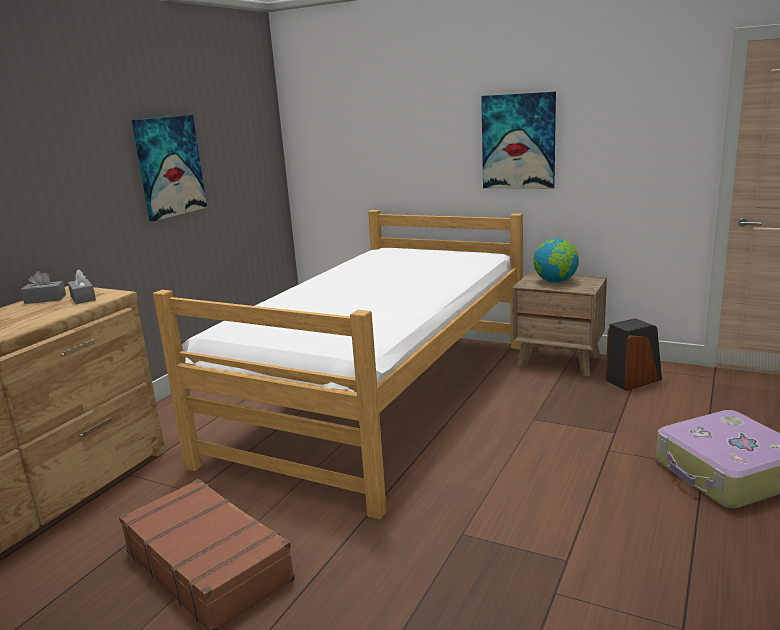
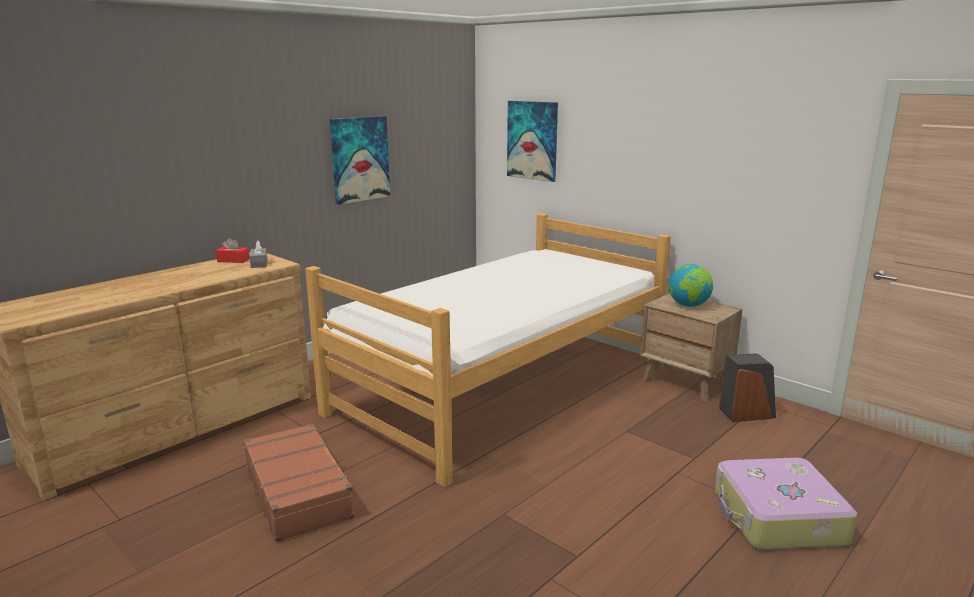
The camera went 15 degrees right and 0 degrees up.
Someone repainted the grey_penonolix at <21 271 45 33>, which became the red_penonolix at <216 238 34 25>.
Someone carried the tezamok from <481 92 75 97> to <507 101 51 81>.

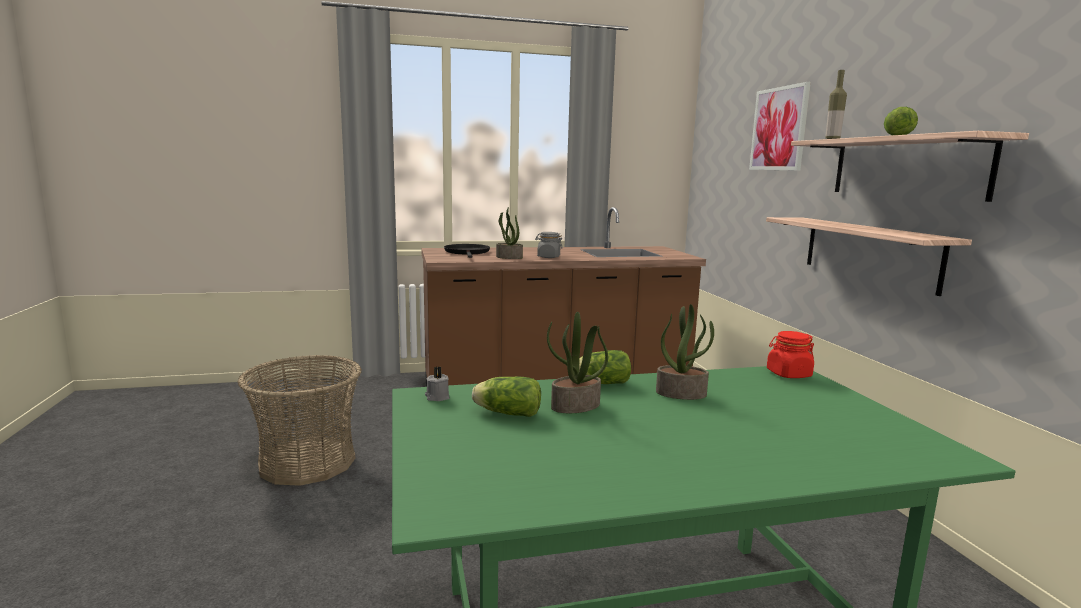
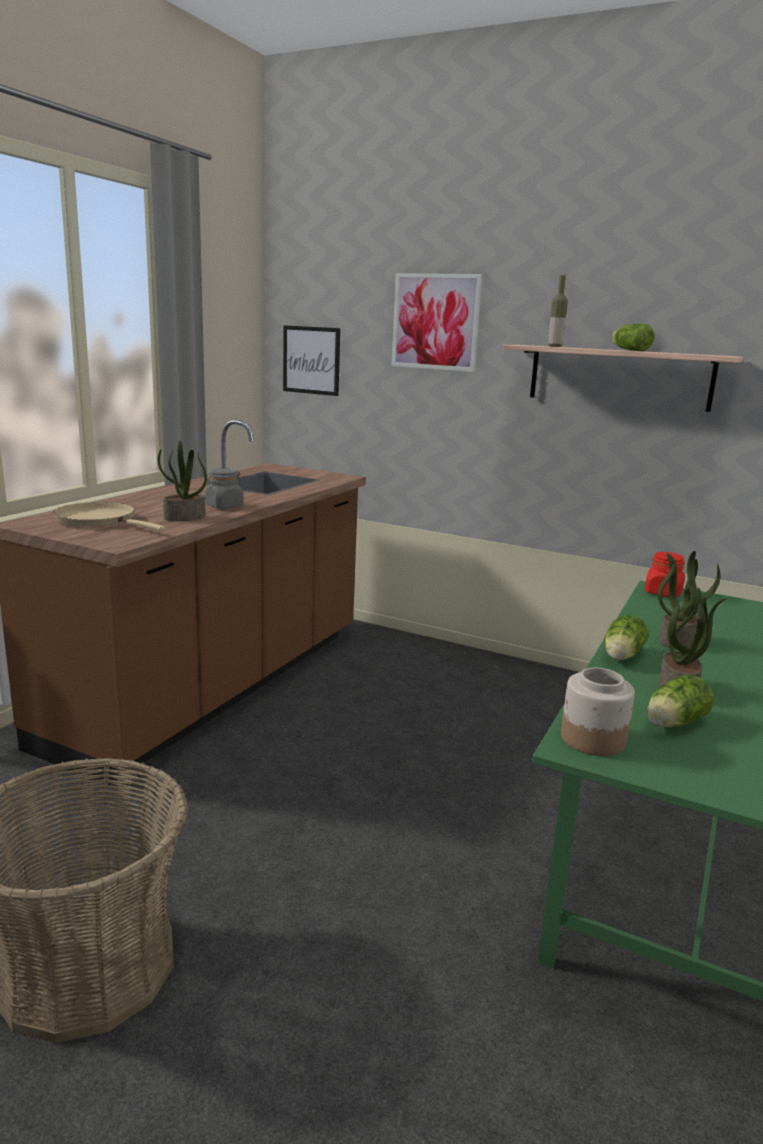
The camera went 50 degrees left and 5 degrees up.
Someone repainted the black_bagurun at <444 244 46 14>, which became the beige_bagurun at <53 502 112 29>.
Someone put up the tezamok at <283 325 57 71>.
Someone swapped the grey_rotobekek at <425 366 25 35> for the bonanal at <561 668 74 88>.
Someone took away the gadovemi at <766 217 206 79>.

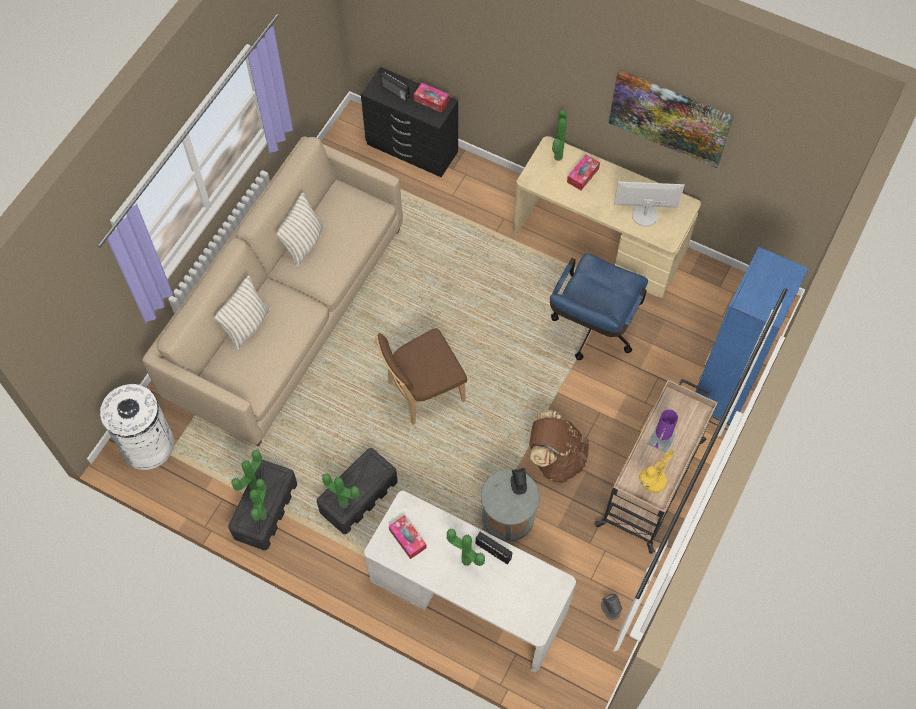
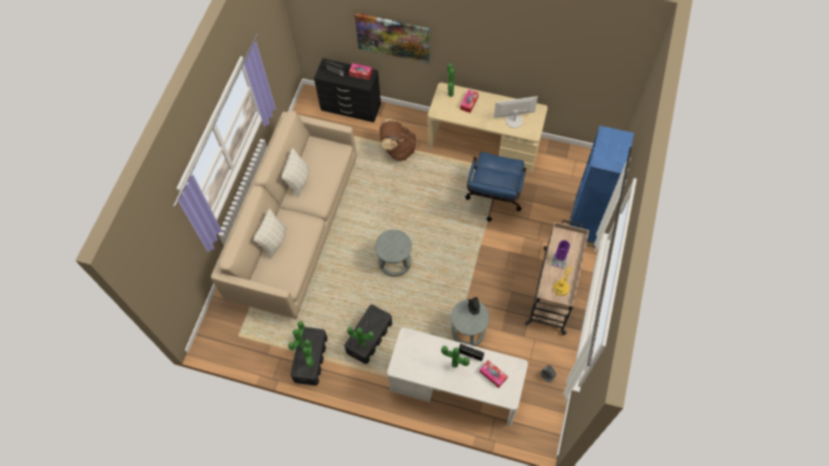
The camera went 10 degrees left and 0 degrees up.
Someone carried the tezamok from <609 69 125 99> to <354 13 76 51>.
Someone swapped the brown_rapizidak at <375 328 92 97> for the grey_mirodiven at <375 230 37 47>.
Someone carried the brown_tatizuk from <529 410 60 73> to <380 118 36 43>.
Someone carried the penonolix from <389 515 38 44> to <479 360 29 28>.
Someone took away the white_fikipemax at <100 384 74 86>.

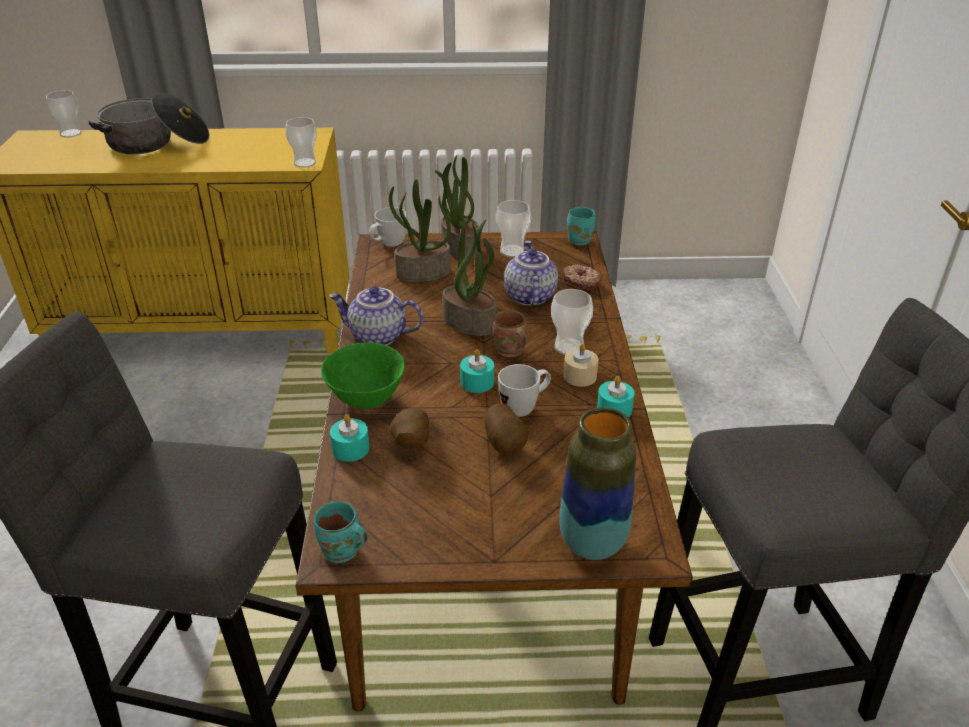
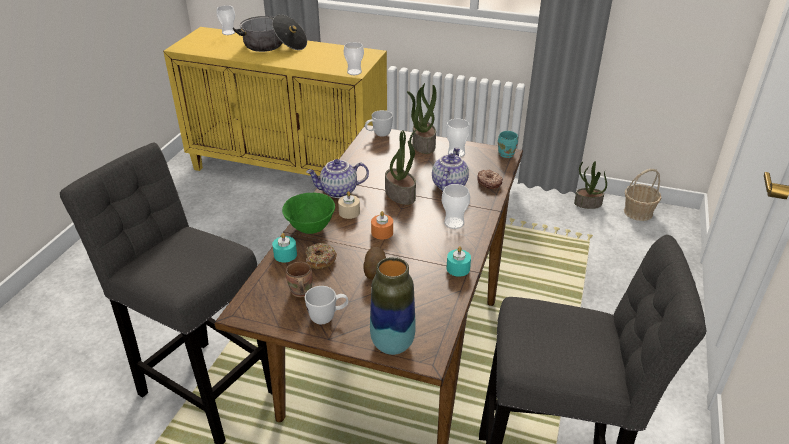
The camera went 20 degrees right and 0 degrees up.
Someone carried the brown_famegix from <493 310 34 47> to <286 262 27 35>.
Someone carried the white_famegix from <498 364 53 53> to <305 286 44 38>.
Someone rotated the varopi at <329 286 94 59> by 45 degrees counterclockwise.
Someone swapped the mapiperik at <390 407 39 41> for the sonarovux at <306 243 31 27>.
Someone carried the beige_rotobekek from <563 343 35 44> to <338 191 22 28>.
Someone repainted the turquoise_rotobekek at <460 349 34 44>, which became the orange_rotobekek at <371 211 22 29>.
Someone carried the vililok from <389 179 62 103> to <574 161 33 48>.
Someone put down the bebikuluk at <624 169 37 52>.
Someone took away the turquoise_famegix at <314 501 54 62>.

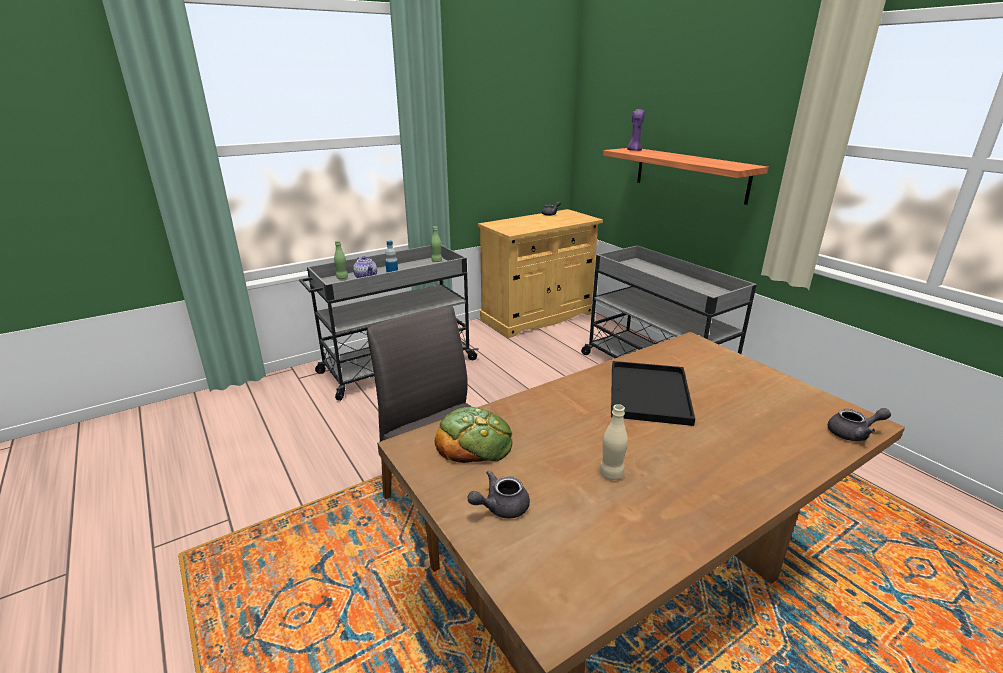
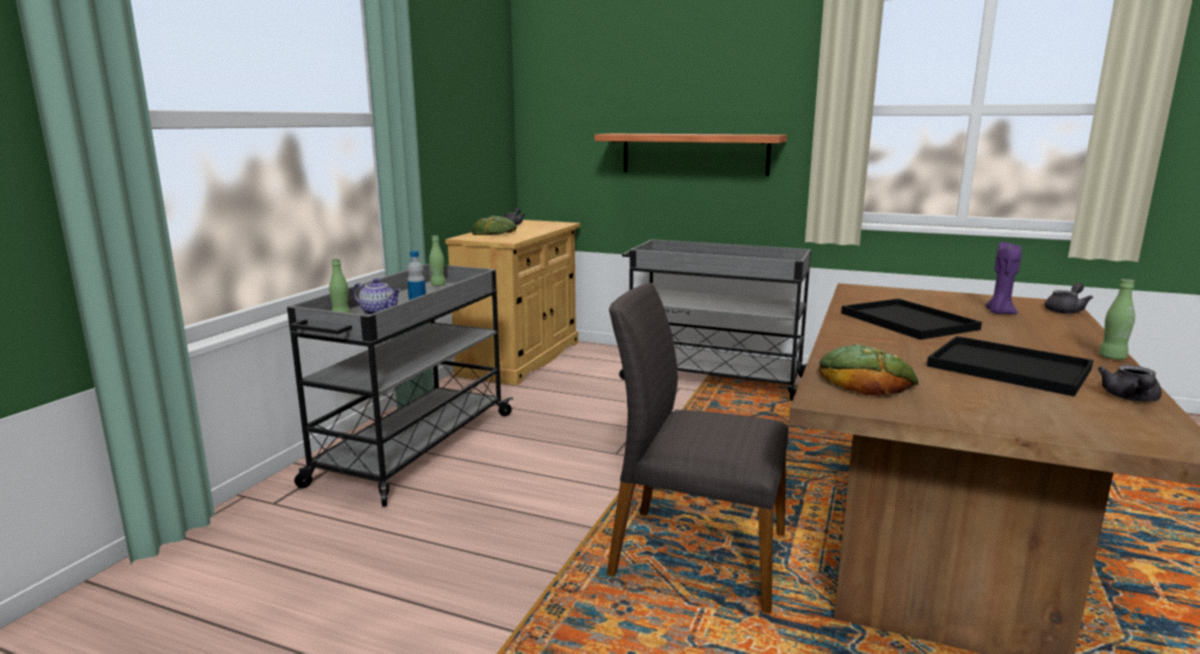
The camera went 35 degrees left and 10 degrees down.
Someone put down the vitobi at <472 216 45 19>.
Someone swapped the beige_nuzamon at <599 404 29 76> for the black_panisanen at <927 336 166 61>.
Someone carried the purple_rotobekek from <627 109 18 42> to <985 242 37 72>.
Someone carried the grey_varopi from <467 470 63 49> to <1098 365 64 37>.
Someone put down the green_nuzamon at <1099 279 36 81>.

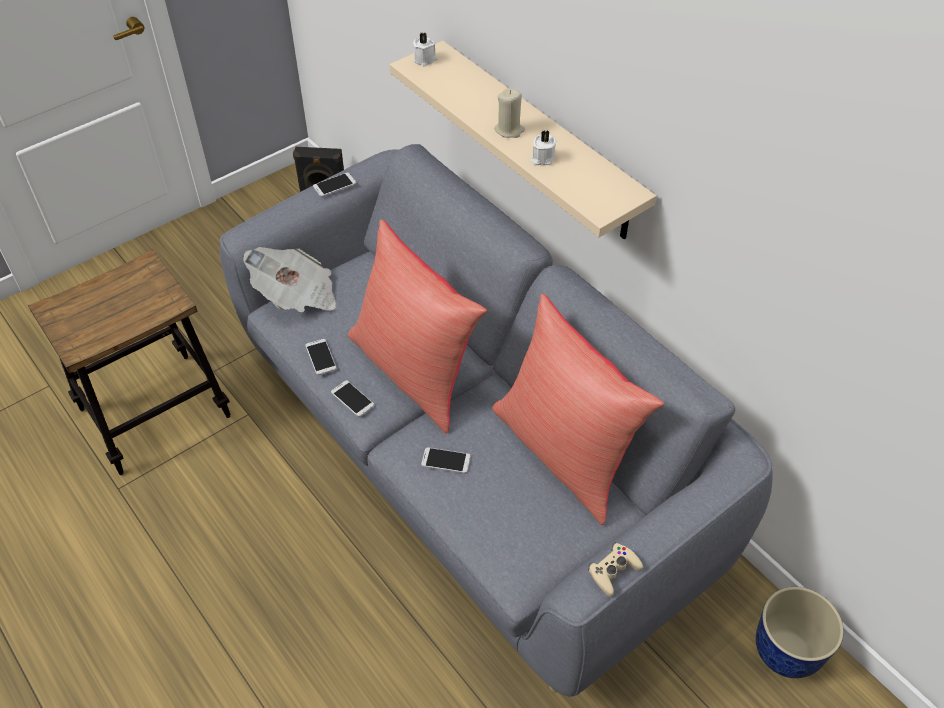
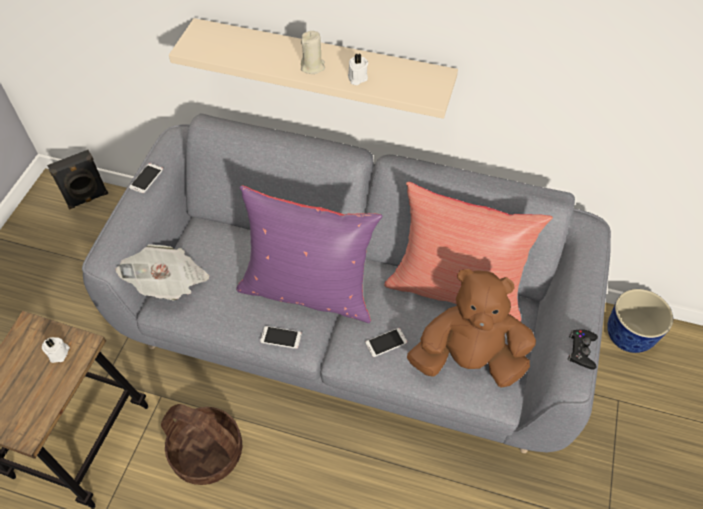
The camera went 35 degrees left and 5 degrees up.
Someone carried the white_rotobekek from <413 32 24 34> to <42 337 28 26>.
Someone put down the bebikuluk at <161 404 81 81>.
Someone repainted the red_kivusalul at <348 220 139 213>, which became the purple_kivusalul at <236 186 146 137>.
Someone put down the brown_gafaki at <407 269 129 118>.
Someone repainted the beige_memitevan at <588 543 55 54>, which became the black_memitevan at <567 329 31 41>.
Someone took away the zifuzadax at <306 339 31 36>.

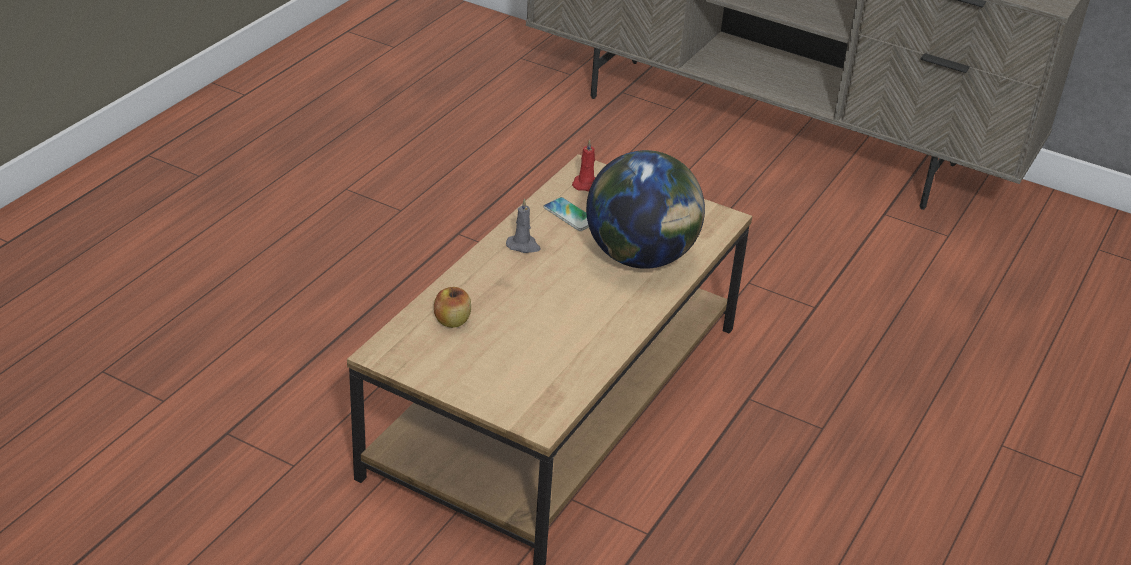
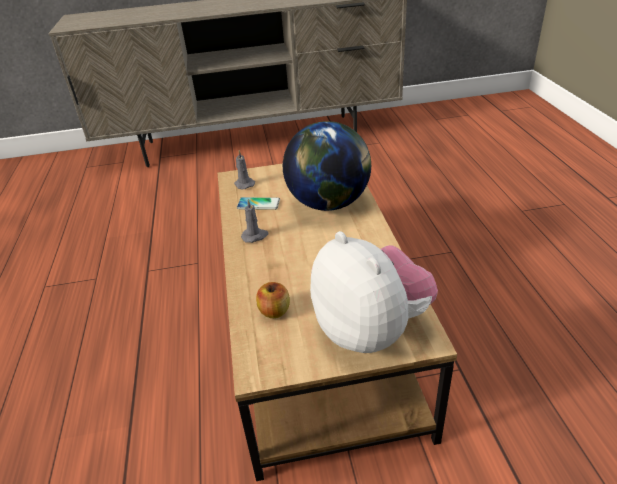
The camera went 35 degrees left and 0 degrees up.
Someone repainted the red_rotobekek at <572 139 24 52>, which became the grey_rotobekek at <234 150 21 39>.
Someone put down the gafaki at <310 231 128 122>.

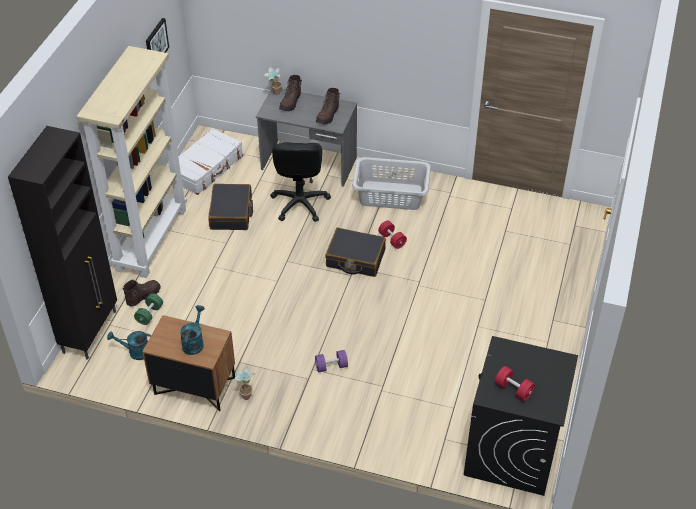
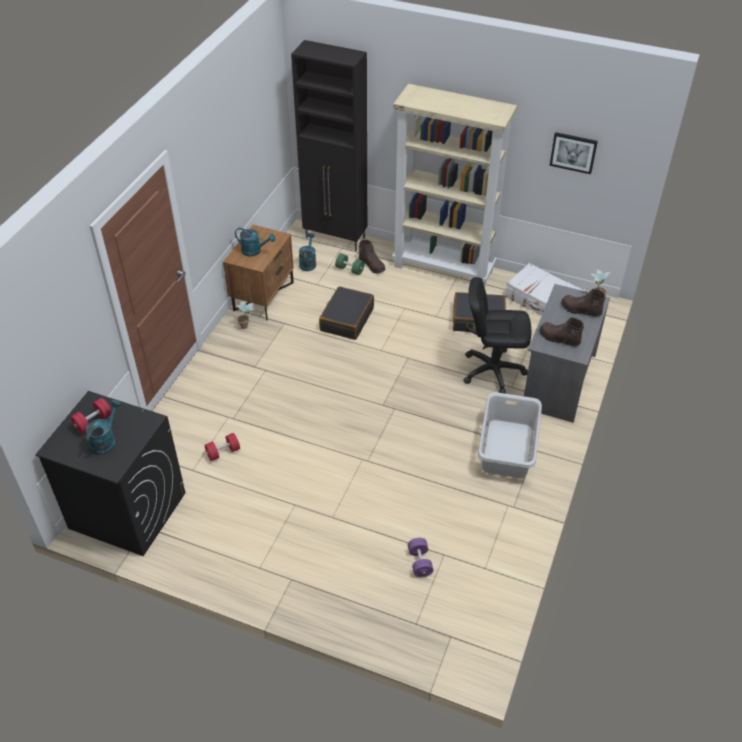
The camera went 95 degrees right and 0 degrees up.
Someone put down the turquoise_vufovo at <86 400 35 55>.
Someone carried the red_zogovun from <378 221 29 28> to <205 433 35 28>.
Someone carried the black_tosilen from <325 228 61 49> to <319 286 55 54>.
Someone carried the purple_zogovun from <315 350 33 23> to <408 538 25 39>.

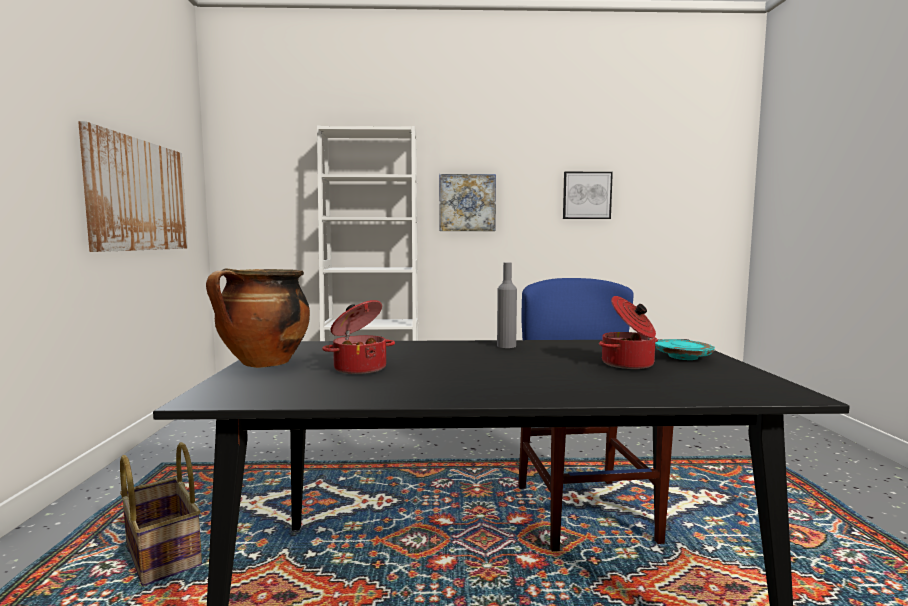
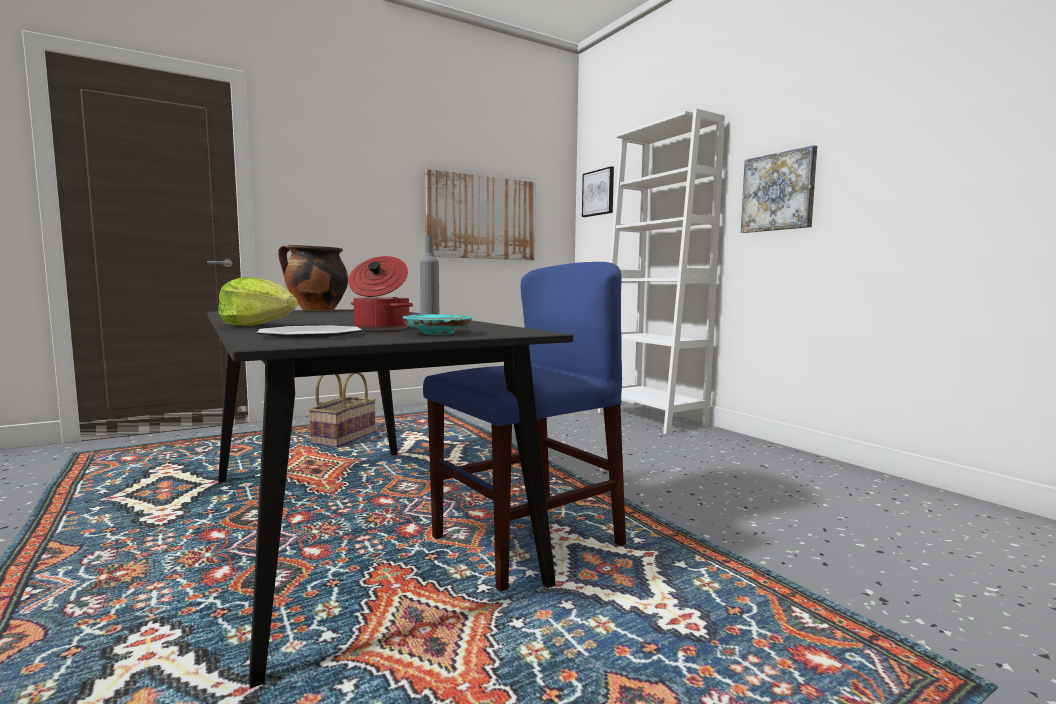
The camera went 60 degrees right and 0 degrees up.
Someone put down the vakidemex at <218 277 80 49>.
Someone put down the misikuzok at <257 325 105 13>.
Someone carried the tezamok from <563 172 50 47> to <582 166 32 51>.
Someone took away the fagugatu at <322 300 73 74>.

